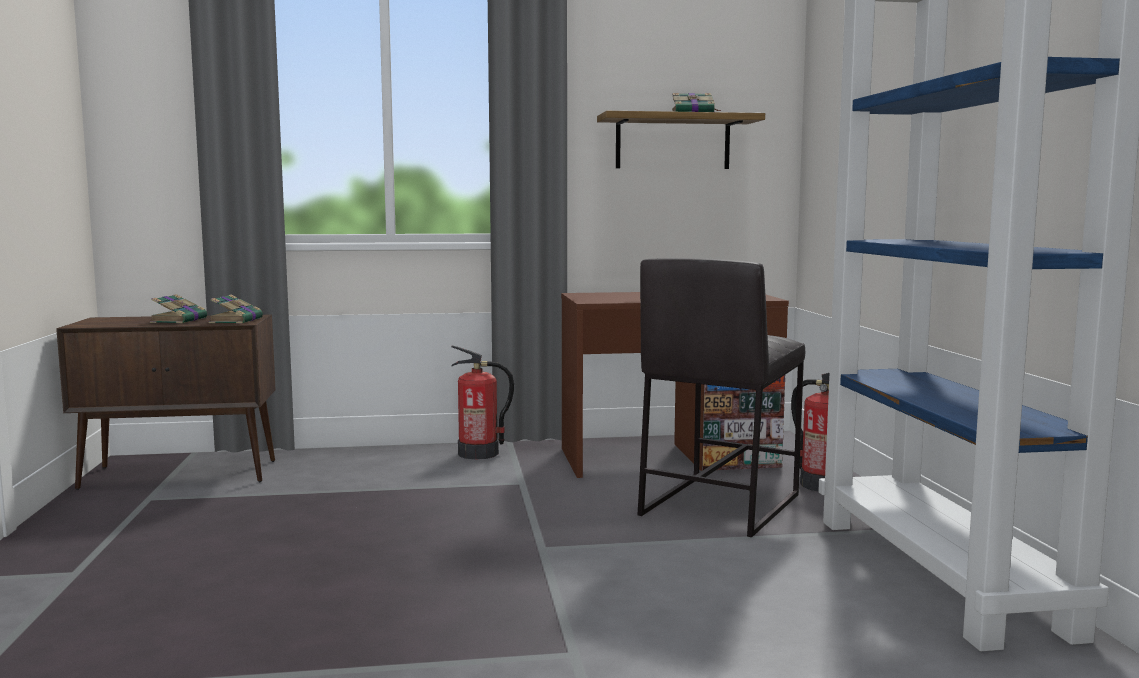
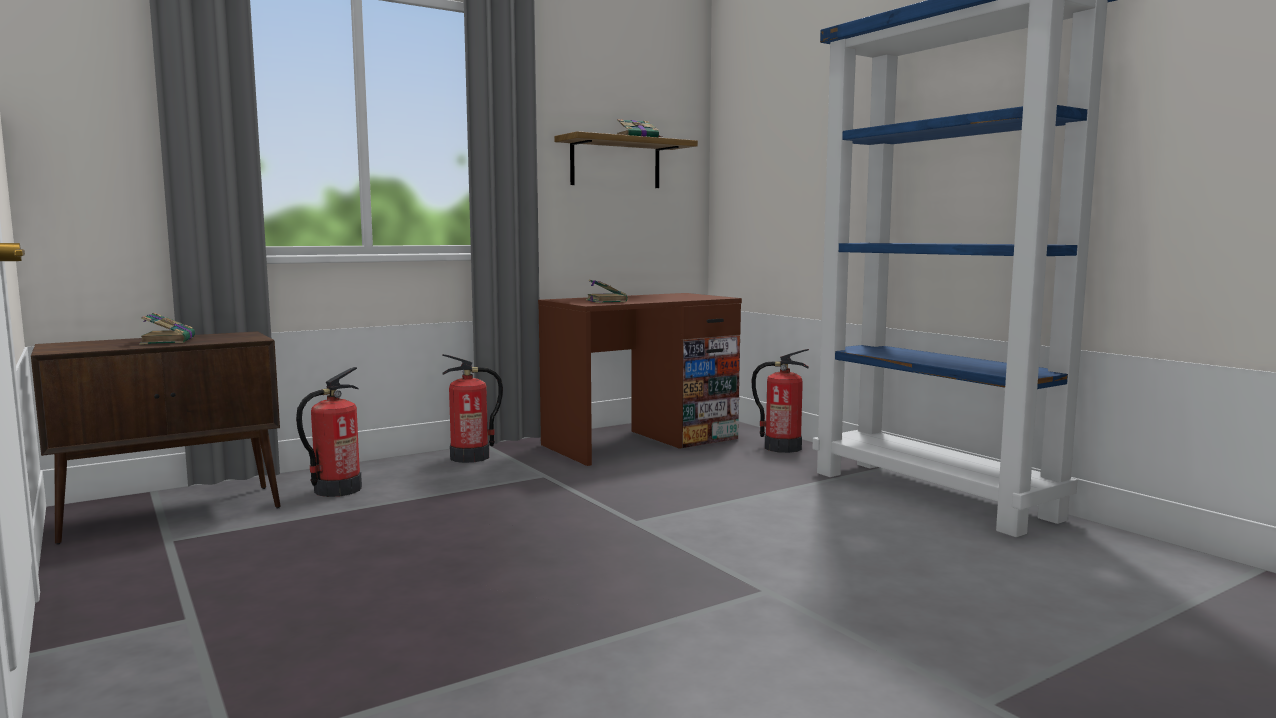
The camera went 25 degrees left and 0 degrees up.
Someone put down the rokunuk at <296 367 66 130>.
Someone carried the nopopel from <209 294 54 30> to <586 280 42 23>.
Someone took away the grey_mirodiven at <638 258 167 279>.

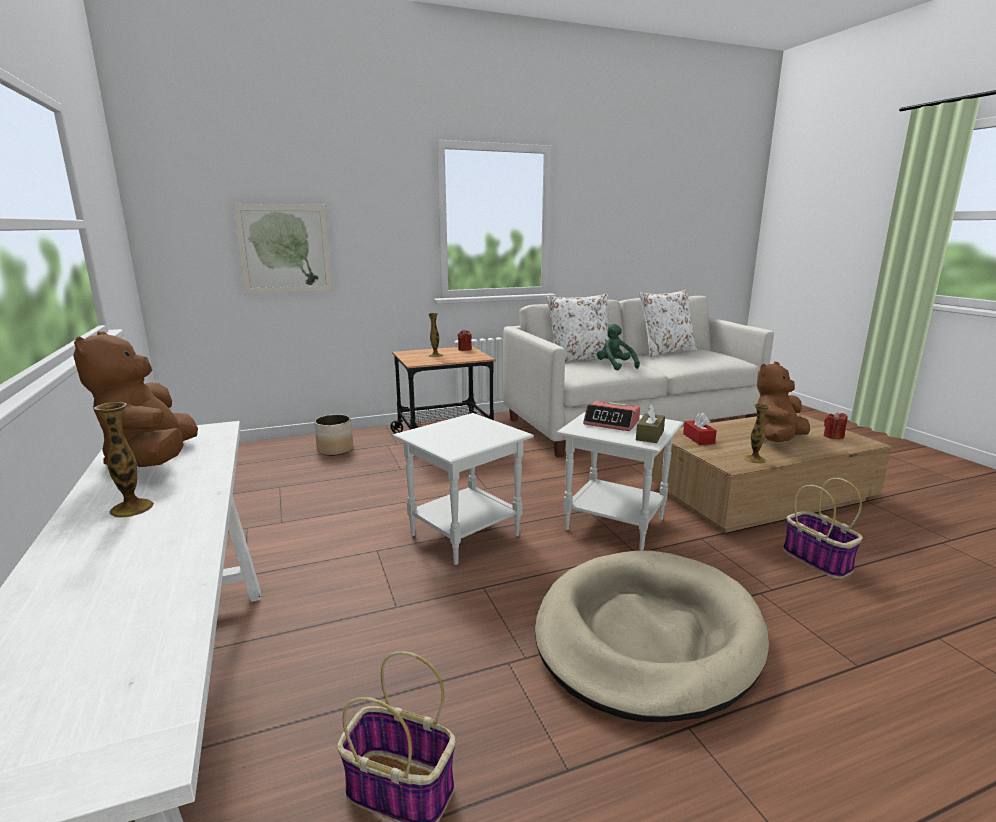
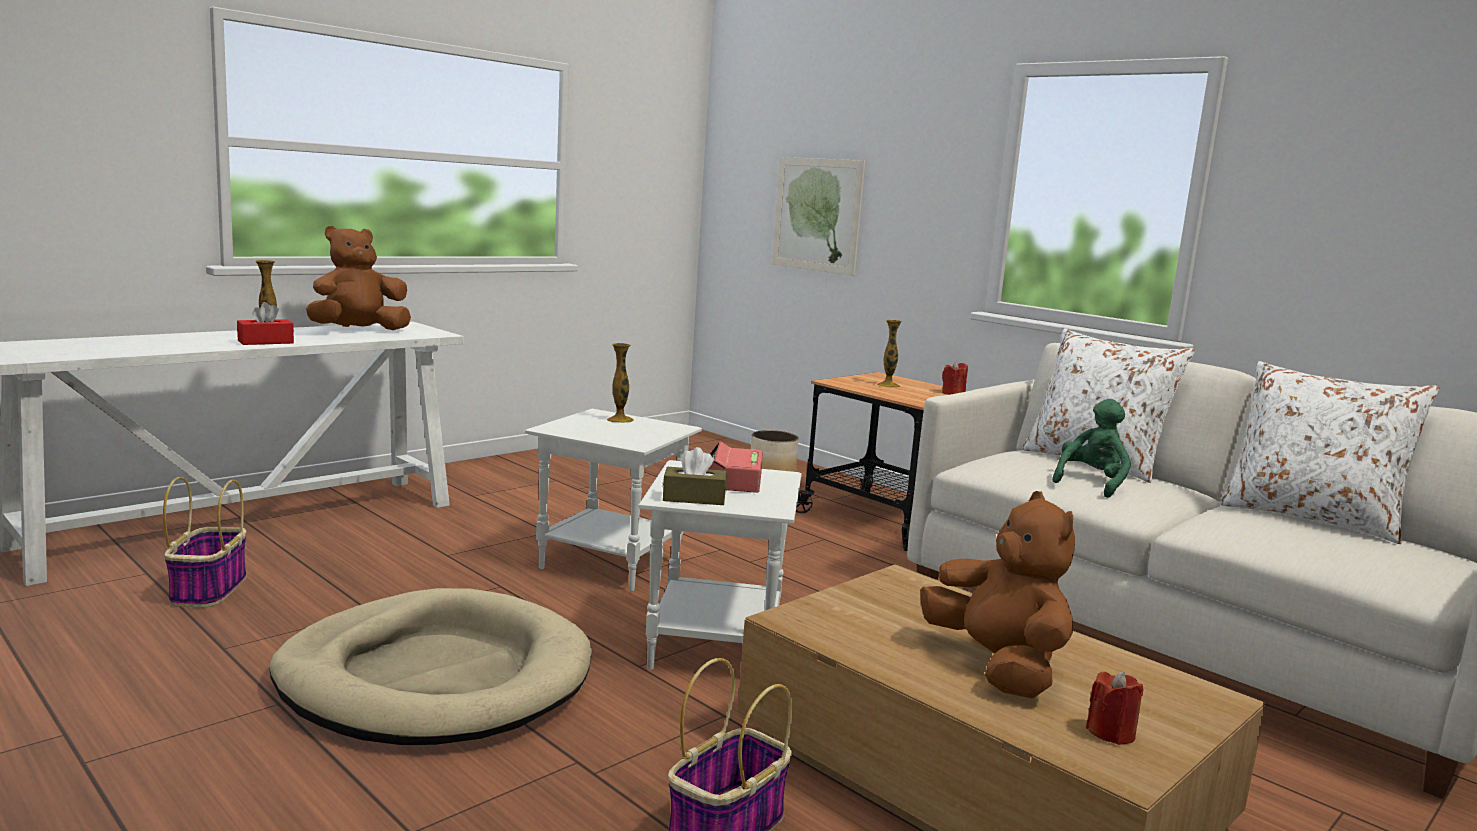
The camera went 65 degrees right and 5 degrees down.
Someone carried the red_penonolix from <683 412 34 33> to <237 302 57 43>.
Someone carried the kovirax from <744 403 26 61> to <607 343 27 80>.
Someone rotated the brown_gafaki at <757 362 53 80> by 45 degrees clockwise.

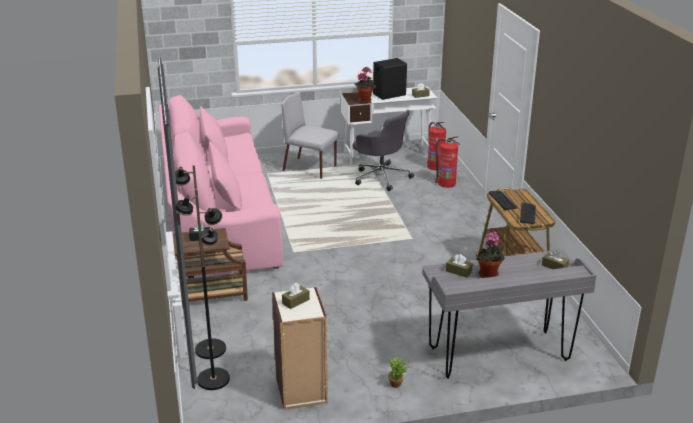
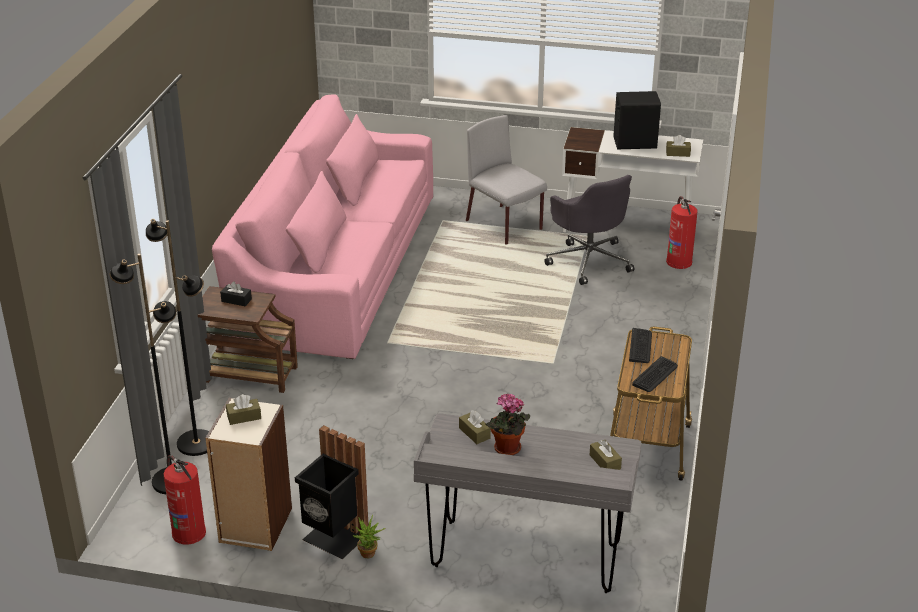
The camera went 25 degrees right and 5 degrees up.
Someone carried the rokunuk from <435 136 25 52> to <163 455 43 90>.
Someone put down the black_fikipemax at <295 425 74 134>.
Someone took away the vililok at <354 67 22 36>.

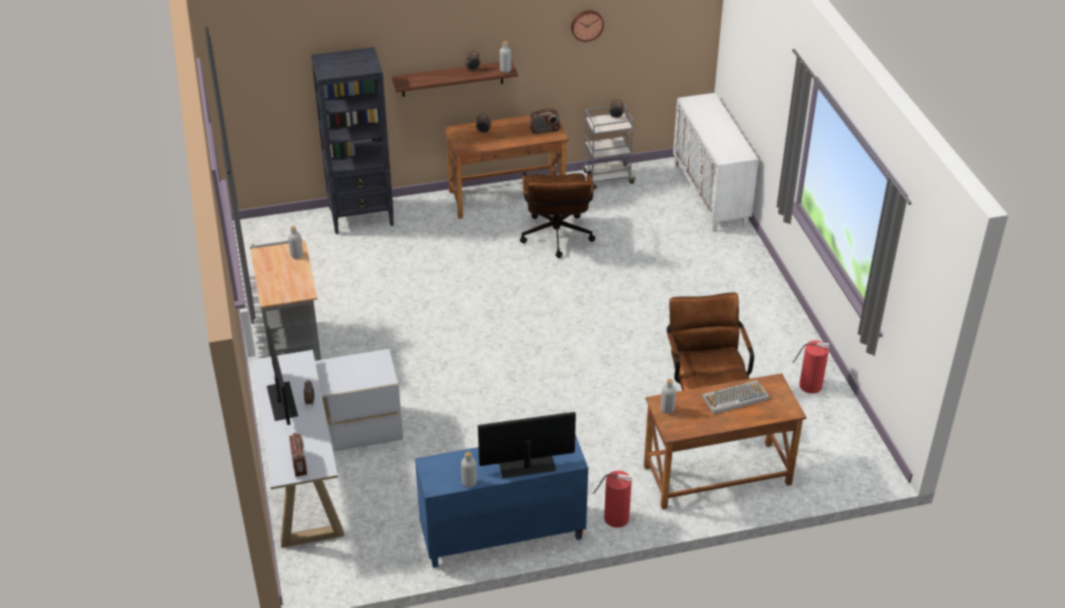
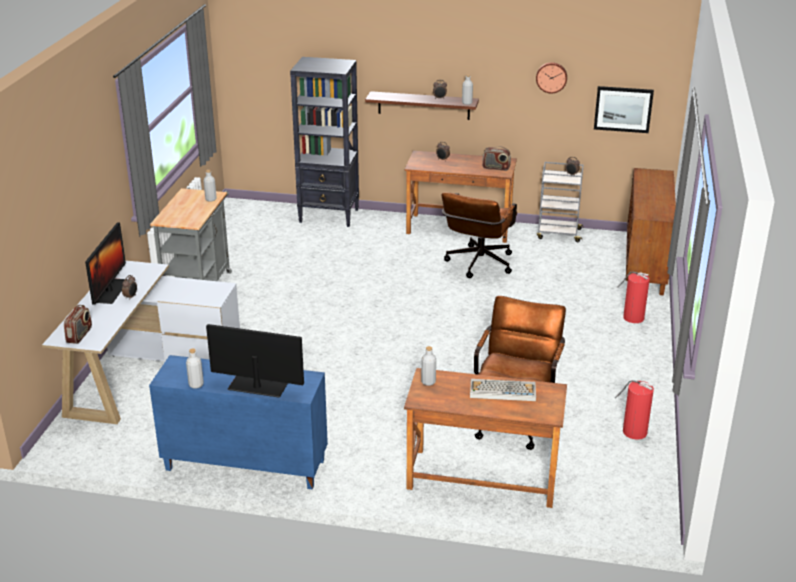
The camera went 25 degrees right and 10 degrees down.
Someone put up the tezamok at <594 86 60 47>.
Someone carried the rokunuk from <593 471 39 57> to <617 271 33 52>.
Someone repainted the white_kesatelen at <673 93 86 139>, which became the brown_kesatelen at <626 168 50 127>.

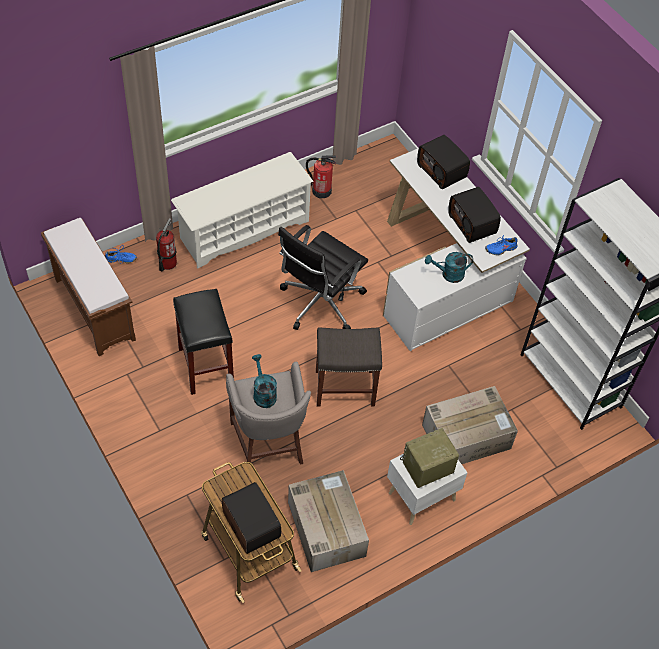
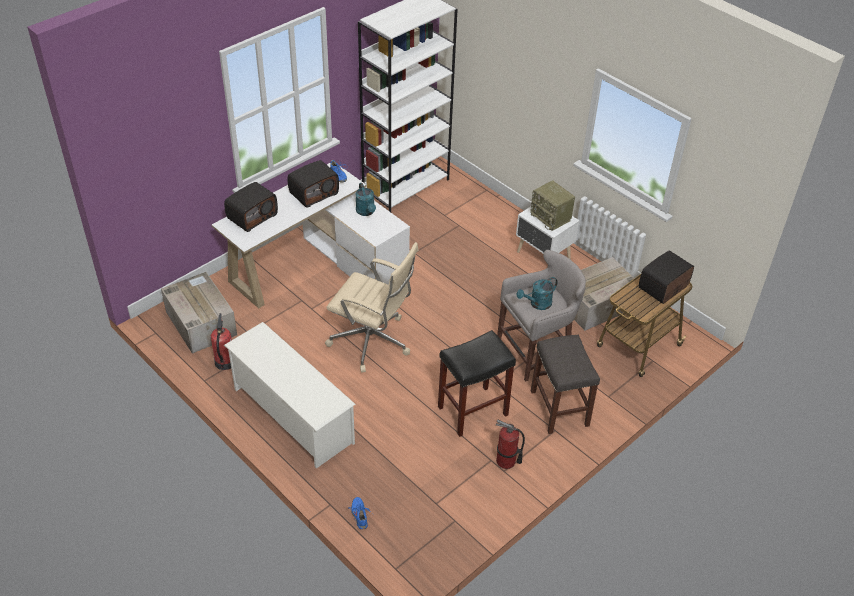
The camera went 100 degrees left and 10 degrees down.
Someone carried the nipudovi from <422 386 96 78> to <161 272 76 82>.
Someone repainted the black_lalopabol at <278 225 90 105>, which became the beige_lalopabol at <325 242 93 131>.
Someone carried the rokunuk from <156 218 21 53> to <496 420 29 49>.
Someone carried the grey_mirodiven from <316 327 66 80> to <531 335 69 99>.
Someone took away the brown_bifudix at <41 218 95 138>.

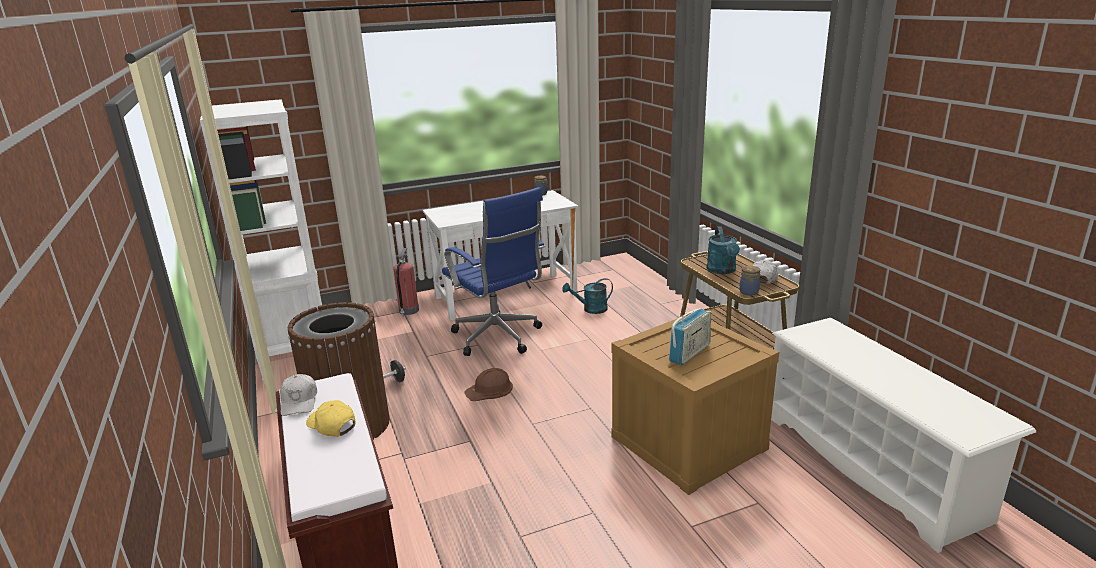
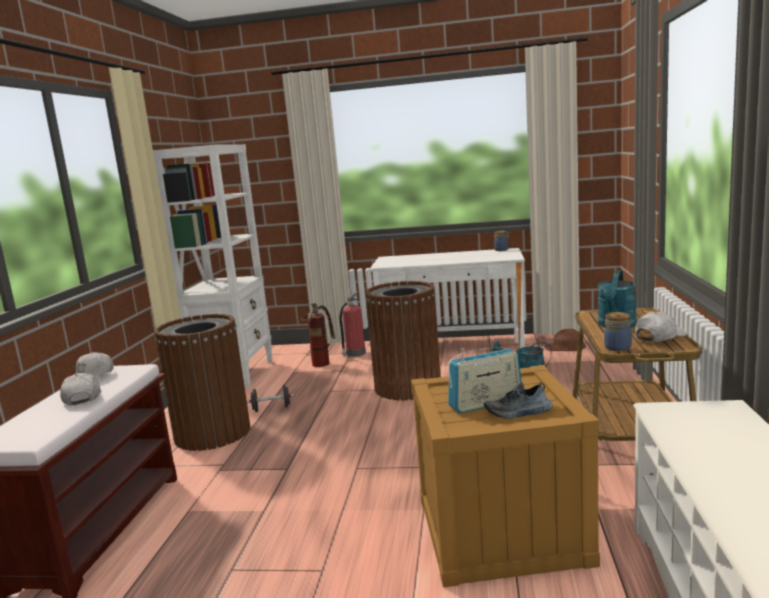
The camera went 30 degrees right and 10 degrees down.
Someone repainted the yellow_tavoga at <306 400 50 37>, which became the white_tavoga at <60 373 41 32>.
Someone put down the rokunuk at <301 303 34 64>.
Someone swapped the blue_lalopabol at <442 187 103 169> for the brown_fikipemax at <365 281 76 119>.
Someone put down the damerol at <484 382 69 37>.
Someone carried the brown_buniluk from <464 368 49 33> to <544 329 42 22>.

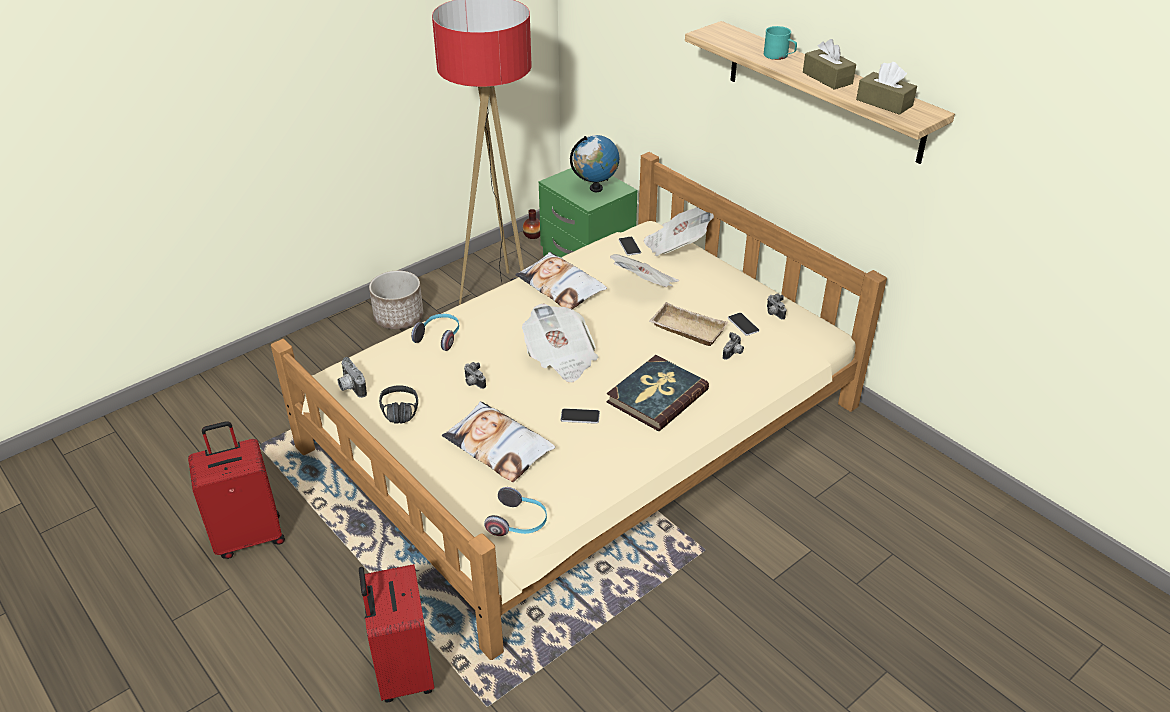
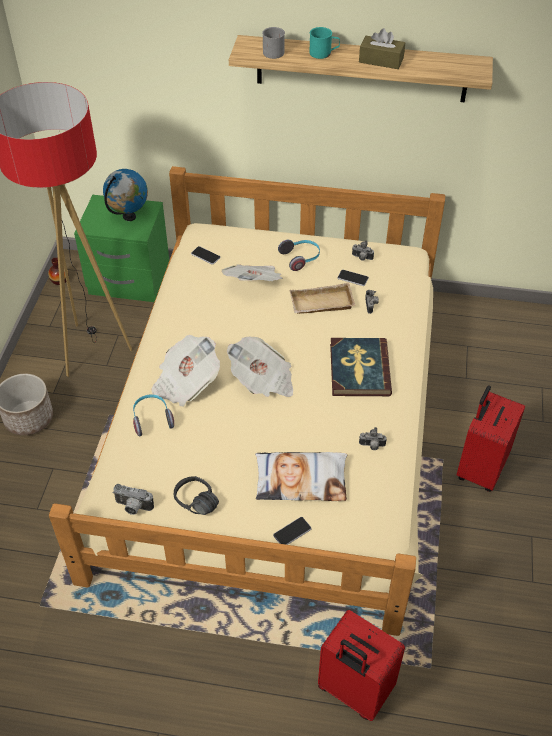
The camera went 40 degrees left and 10 degrees up.
Someone carried the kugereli from <643 207 71 49> to <151 335 69 71>.
Someone put down the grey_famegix at <262 27 23 32>.
Someone carried the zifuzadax from <561 408 39 16> to <273 517 39 28>.
Someone carried the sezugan from <484 487 63 49> to <278 240 42 31>.
Someone carried the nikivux from <464 362 22 27> to <359 427 28 23>.
Someone carried the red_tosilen from <188 421 97 138> to <456 385 69 107>.
Someone took away the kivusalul at <515 252 92 57>.
Someone took away the brown_penonolix at <856 62 61 53>.

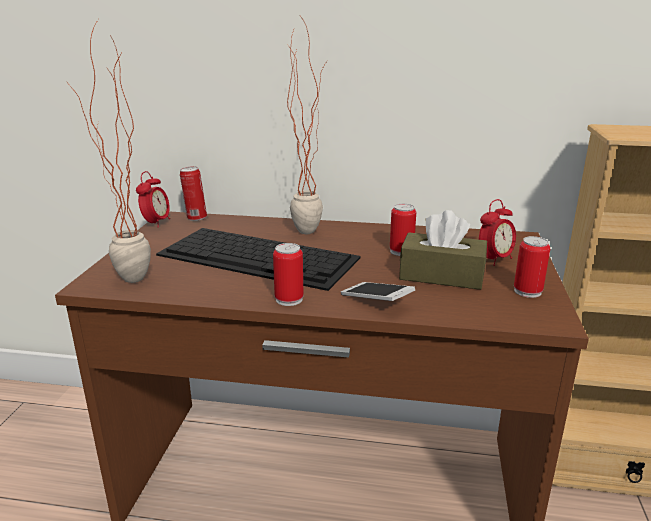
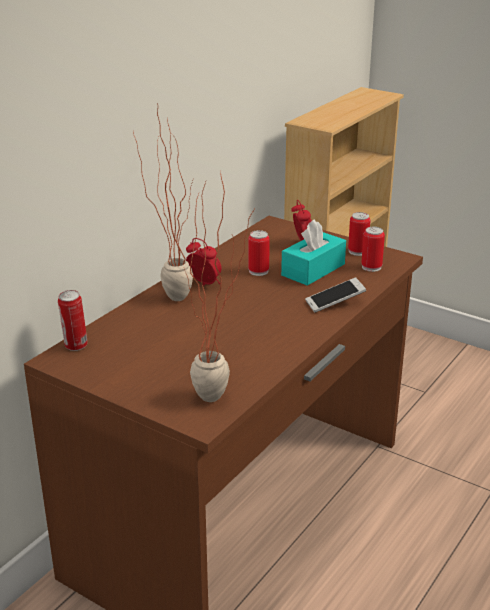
The camera went 65 degrees left and 5 degrees up.
Someone carried the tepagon from <136 171 34 57> to <186 238 36 48>.
Someone repainted the brown_penonolix at <399 210 88 80>, which became the turquoise_penonolix at <281 219 65 67>.
Someone carried the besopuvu from <273 243 31 63> to <361 227 24 45>.
Someone took away the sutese at <156 228 205 63>.

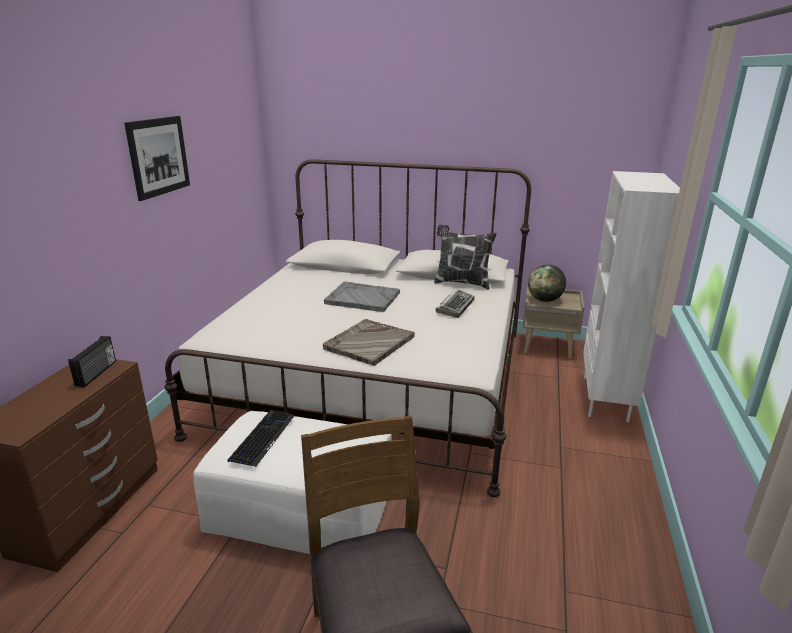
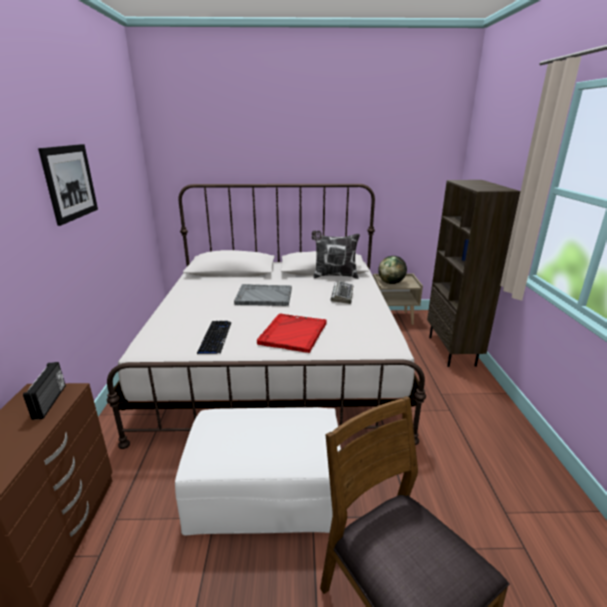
The camera went 15 degrees left and 0 degrees up.
Someone carried the sutese from <227 410 68 57> to <197 321 35 33>.
Someone repainted the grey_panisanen at <323 319 92 47>, which became the red_panisanen at <257 313 70 40>.
Someone repainted the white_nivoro at <583 171 97 251>, which became the brown_nivoro at <427 180 93 187>.

